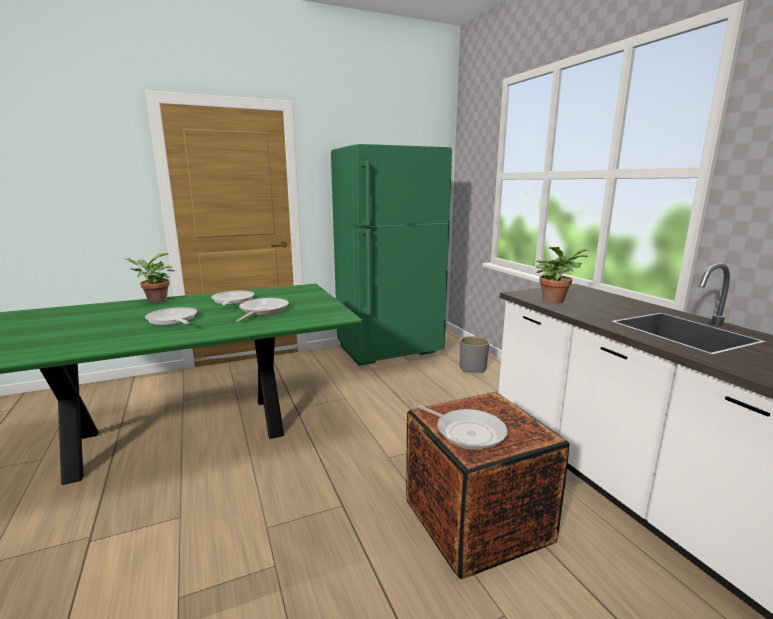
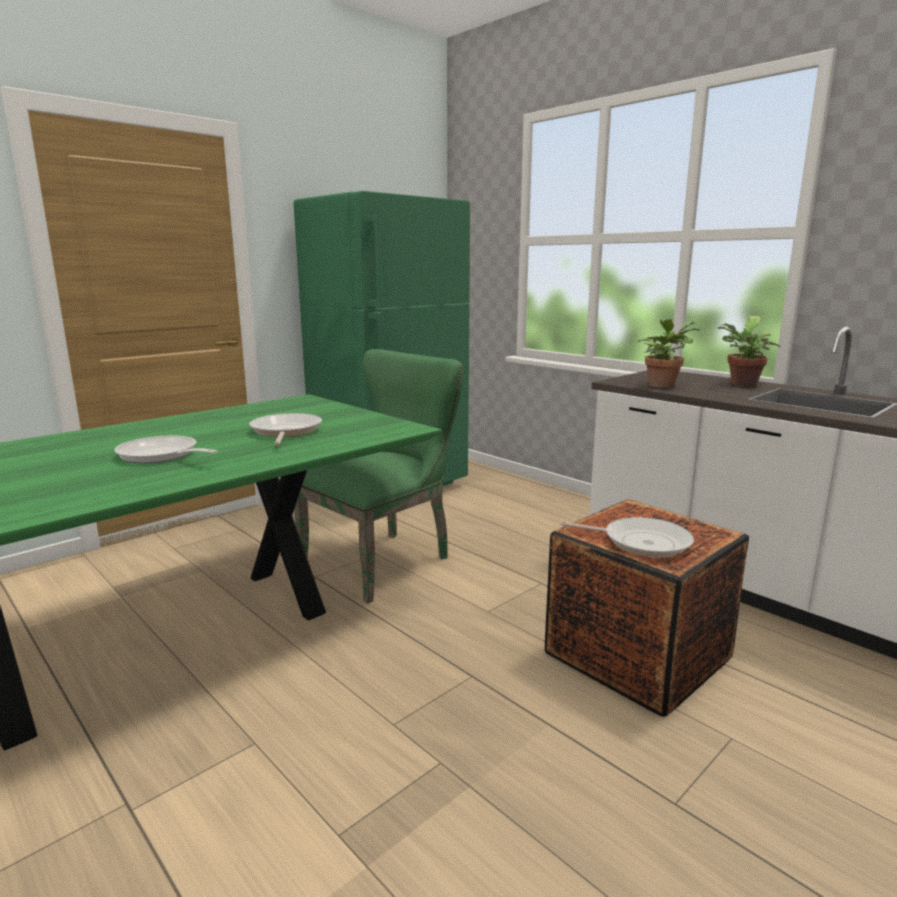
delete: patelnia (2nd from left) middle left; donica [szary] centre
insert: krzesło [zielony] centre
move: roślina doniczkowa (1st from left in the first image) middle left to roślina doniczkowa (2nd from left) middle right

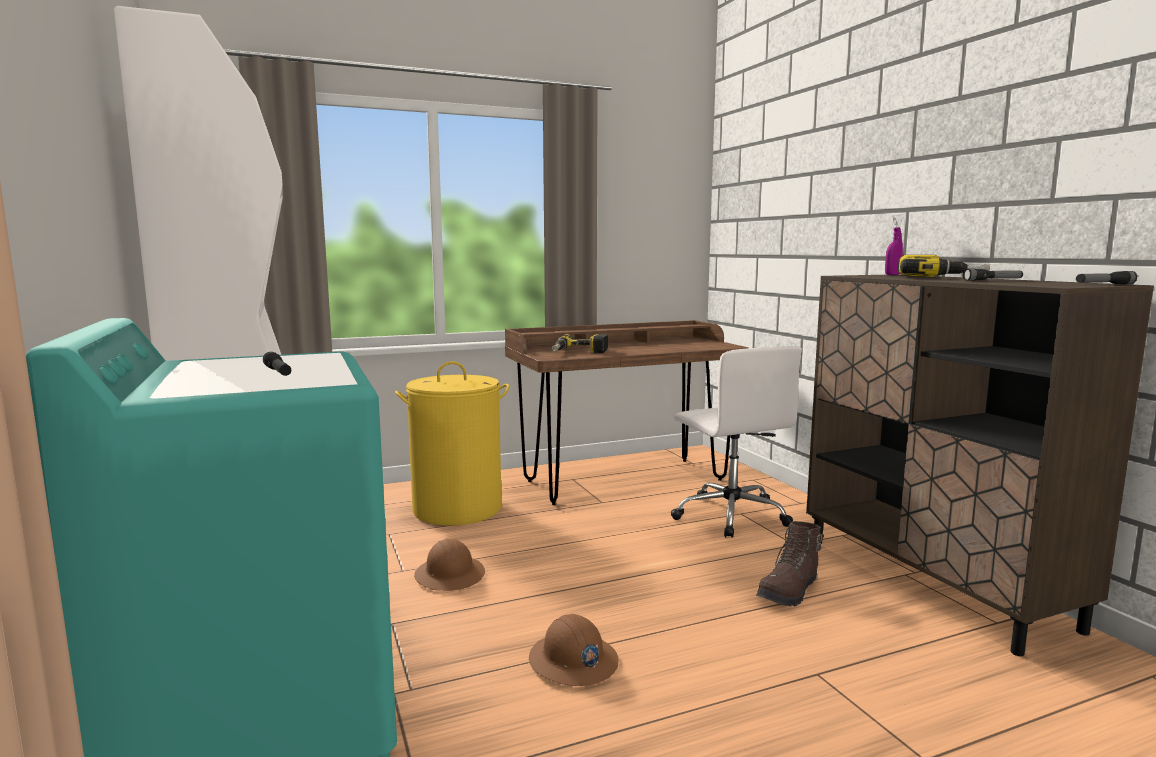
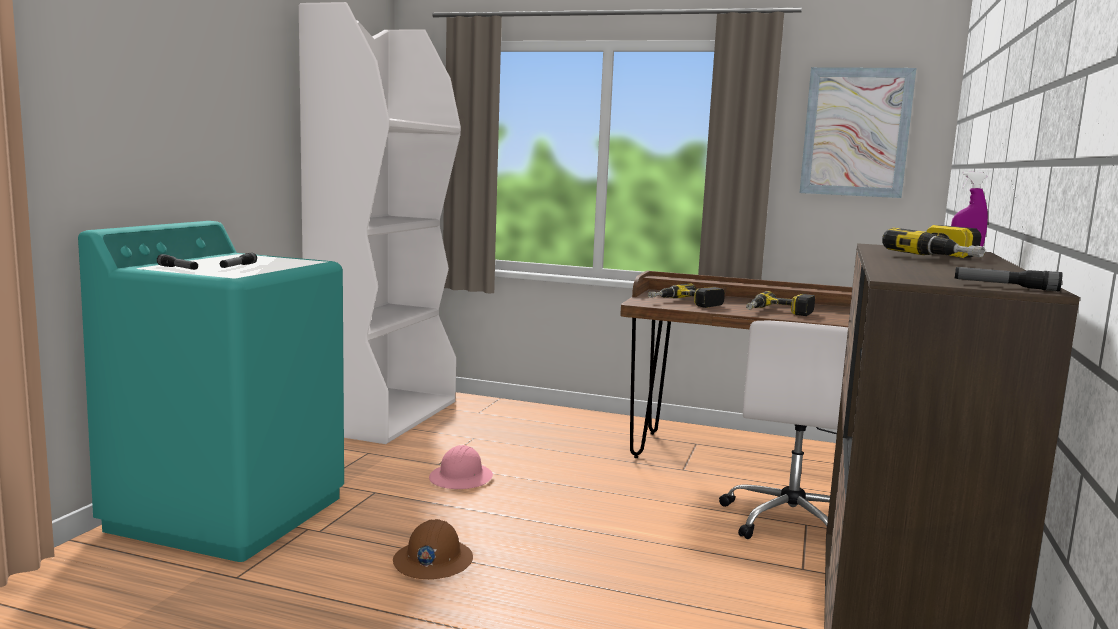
delete: kosz na pranie [żółty] centre; but z cholewką [brązowy] bottom right
insert: wiertarka (2nd from left) middle right; obraz top right
move: latarka (2nd from left in the first image) middle right to latarka (1st from left) middle left
recolor: kask [brązowy] (1st from left) bottom centre to kask [różowy] bottom centre

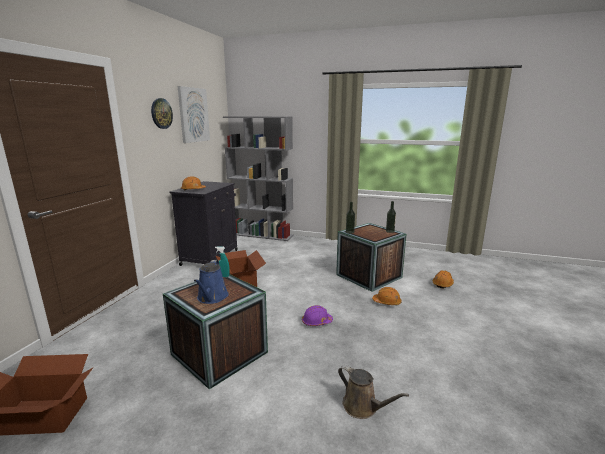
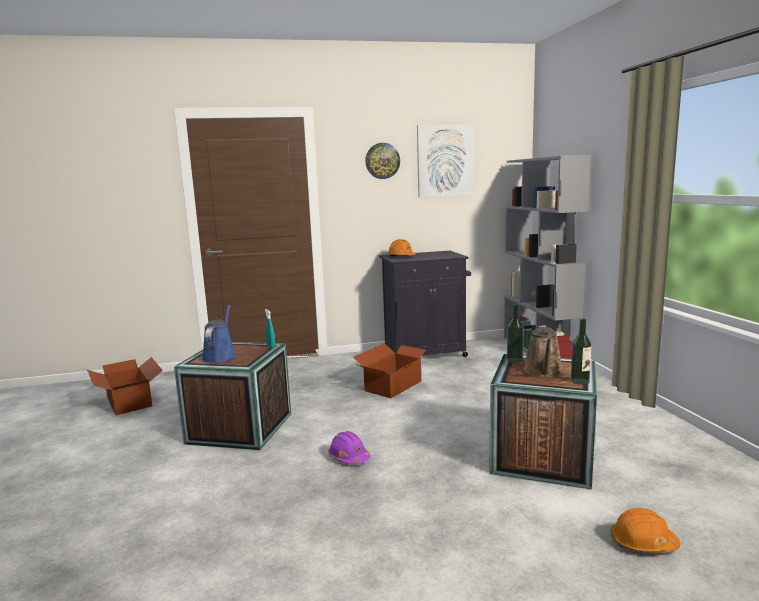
delete: kask [pomarańczowy] (2nd from left) centre
move: konewka [brązowy] bottom centre to middle right
rotate: konewka [niebieski] centre = middle left 120 degrees clockwise

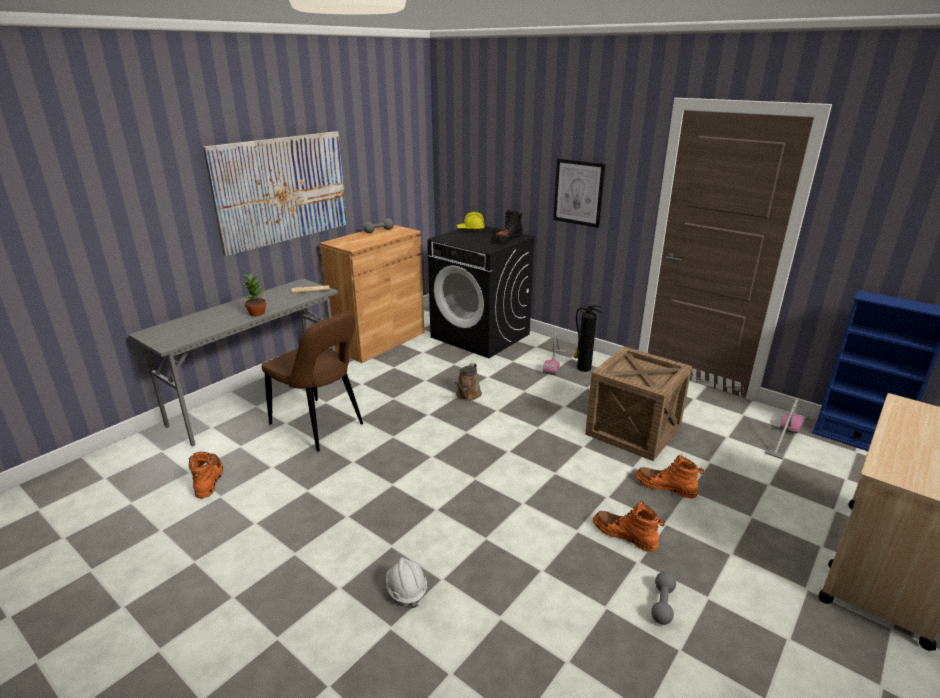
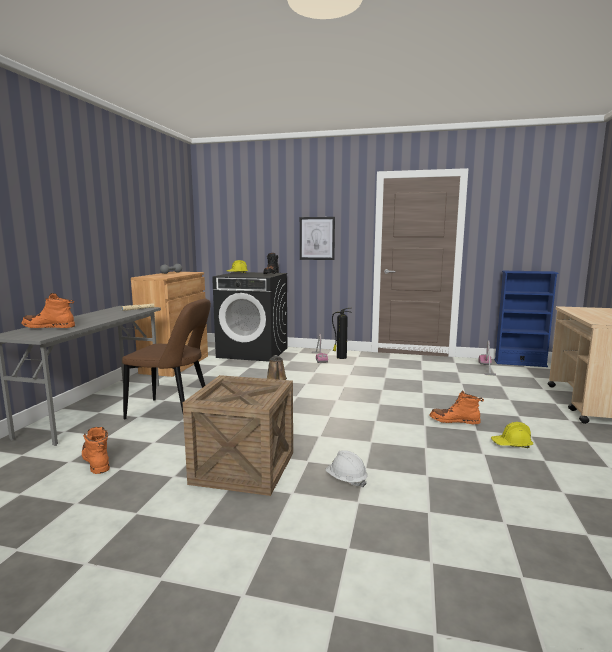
delete: obraz (1st from left) top left; roślina doniczkowa middle left
move: skrzynka middle right to bottom centre; but z cholewką [pomarańczowy] (3rd from left in the first image) bottom right to but z cholewką [pomarańczowy] (1st from left) middle left
replace: hantel [szary] (2nd from left) bottom right to kask [żółty] (2nd from left) bottom right

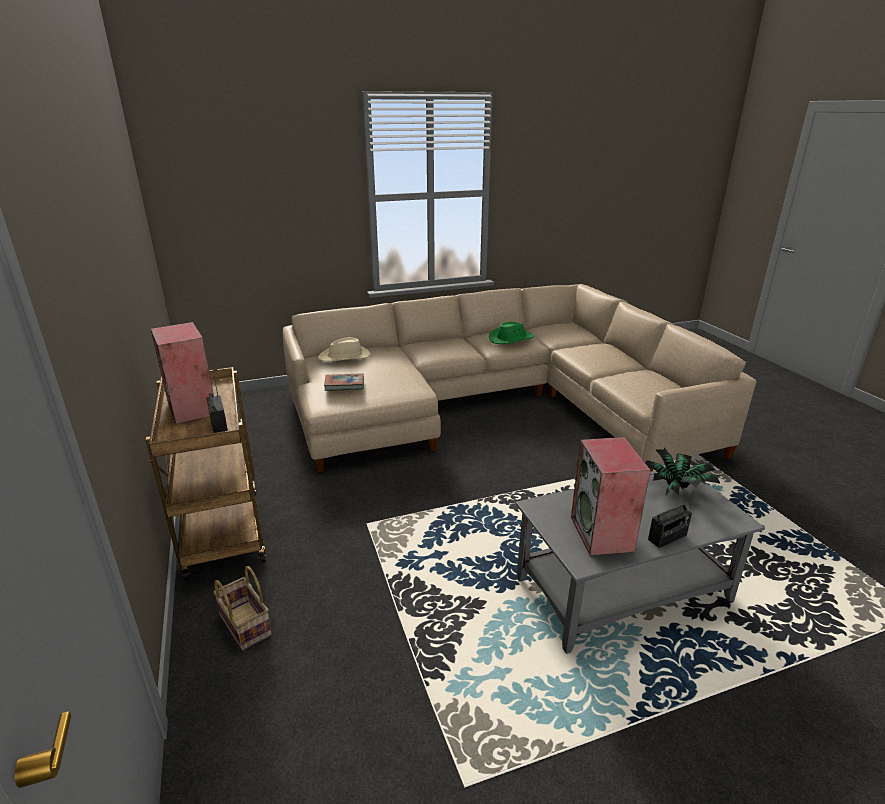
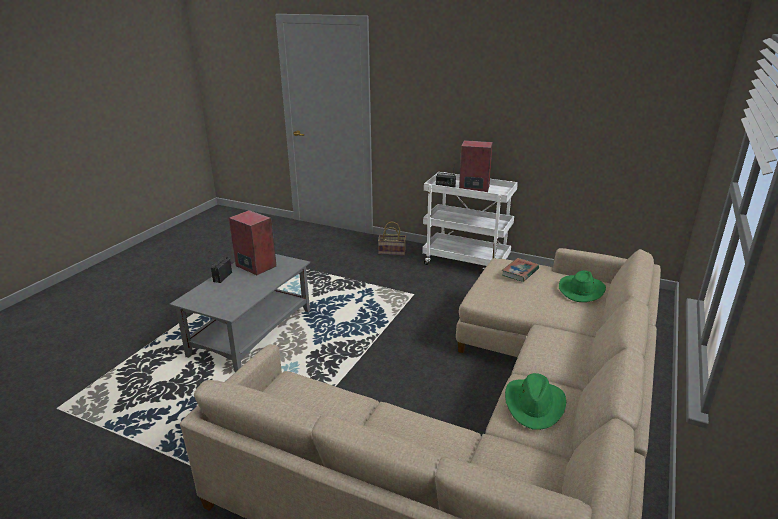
delete: roślina doniczkowa middle right
recolor: wózek [brązowy] middle left to wózek [biały] centre; kapelusz [beżowy] centre to kapelusz [zielony] (2nd from left) middle right

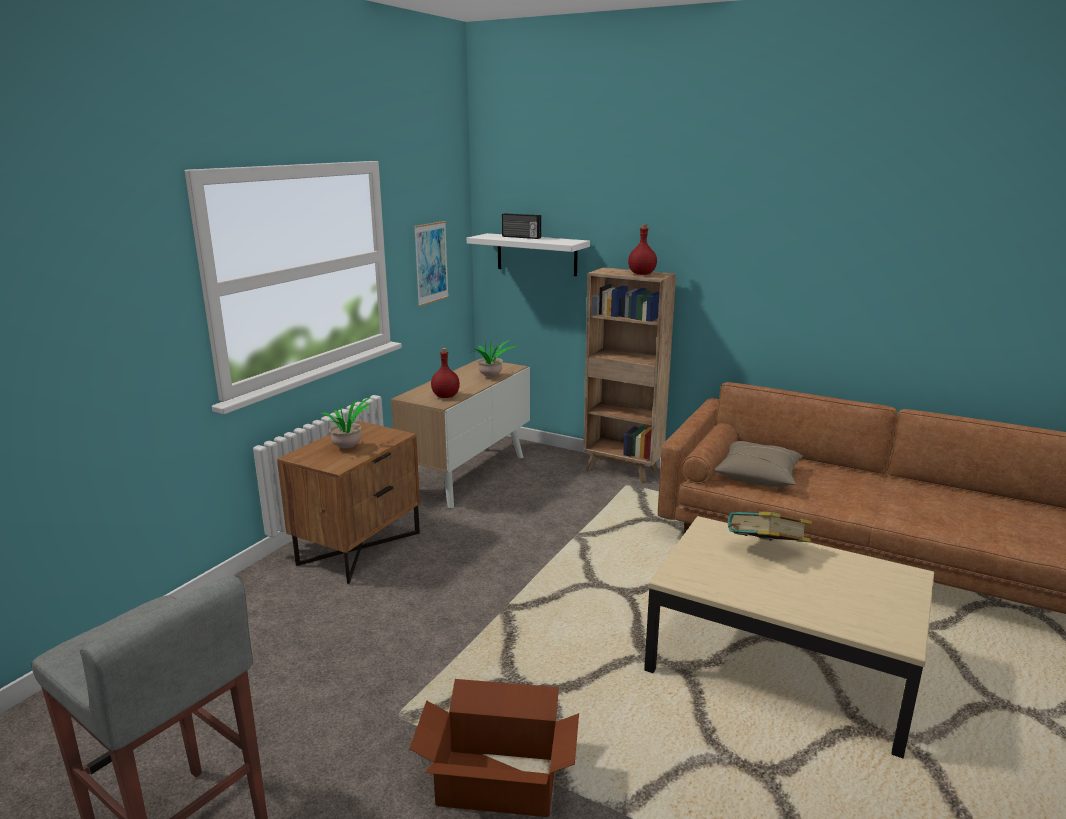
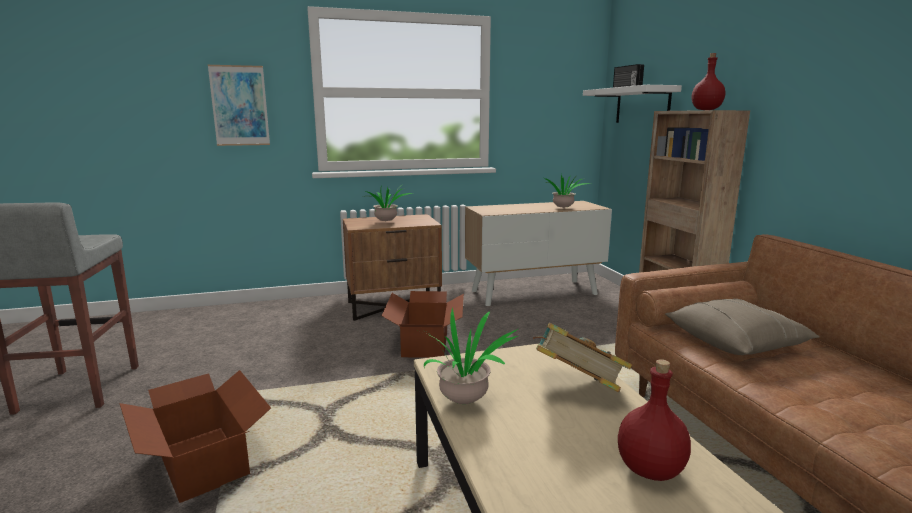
insert: karton (2nd from left) centre; roślina doniczkowa (2nd from left) bottom centre
move: obraz top centre to top left; butelka [czerwony] (1st from left) centre to bottom right

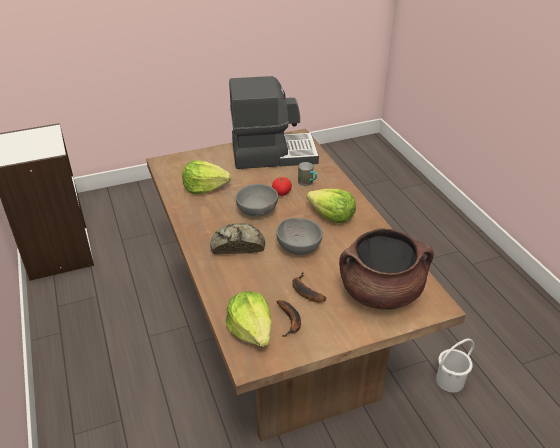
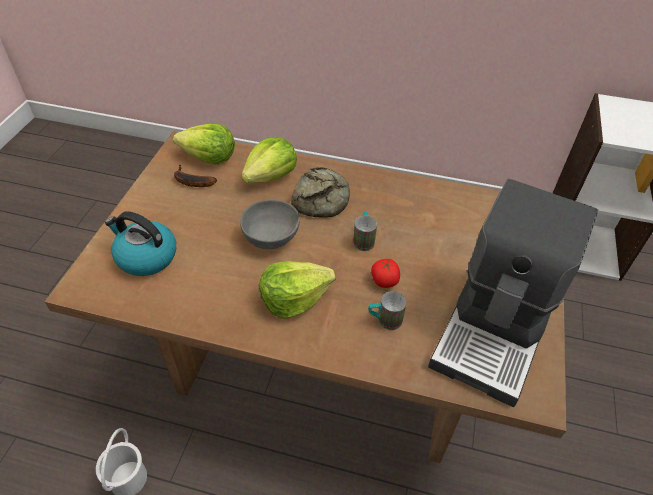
delete: banan (2nd from left) centre
move: sałata (1st from left in the first image) centre to sałata (2nd from left) top centre
replace: miska [szary] (1st from left) centre to kubek (1st from left) centre; garnek [brązowy] middle right to czajnik middle left

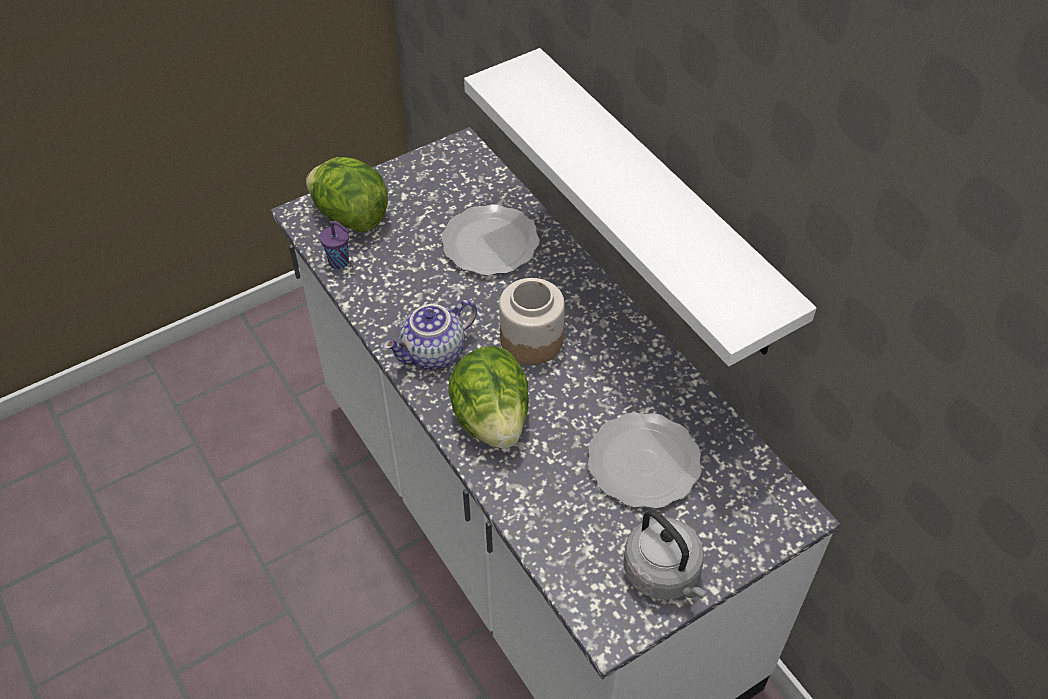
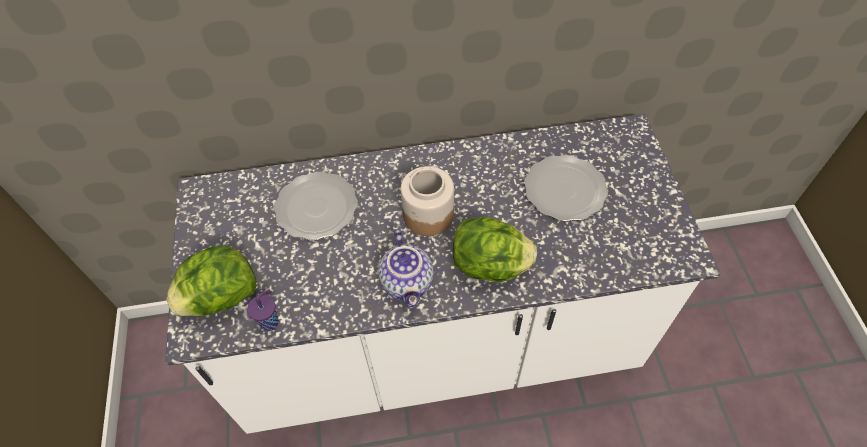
delete: półka [biały] top centre; czajnik [szary] bottom centre

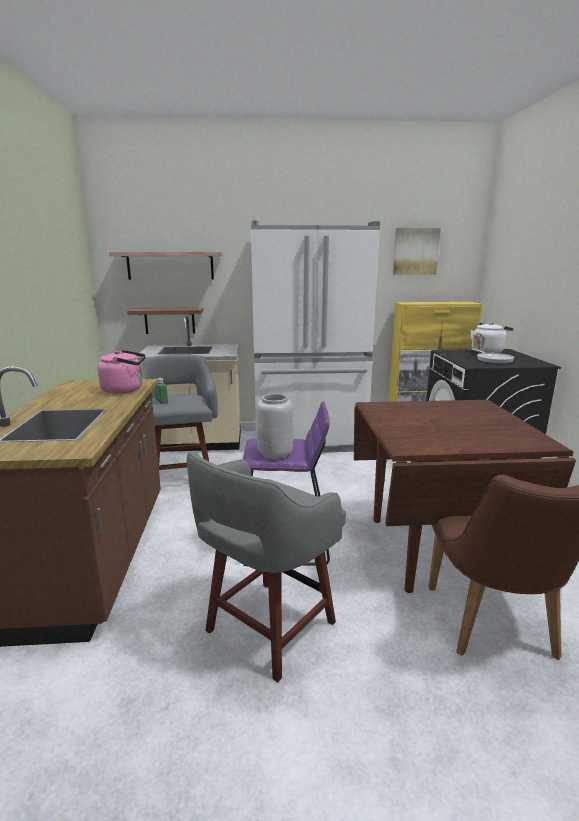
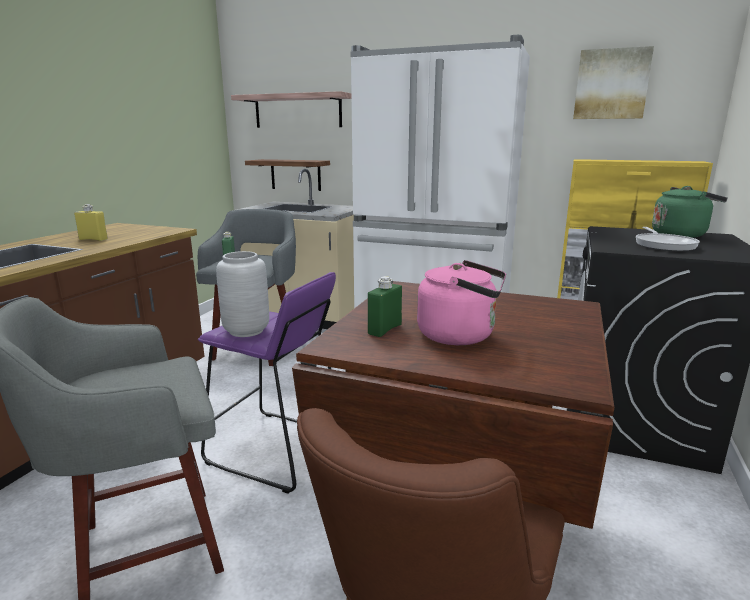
insert: butelka [żółty] middle left; butelka [zielony] (2nd from left) centre
move: czajnik [różowy] middle left to centre
recolor: czajnik [biały] middle right to czajnik [zielony] middle right

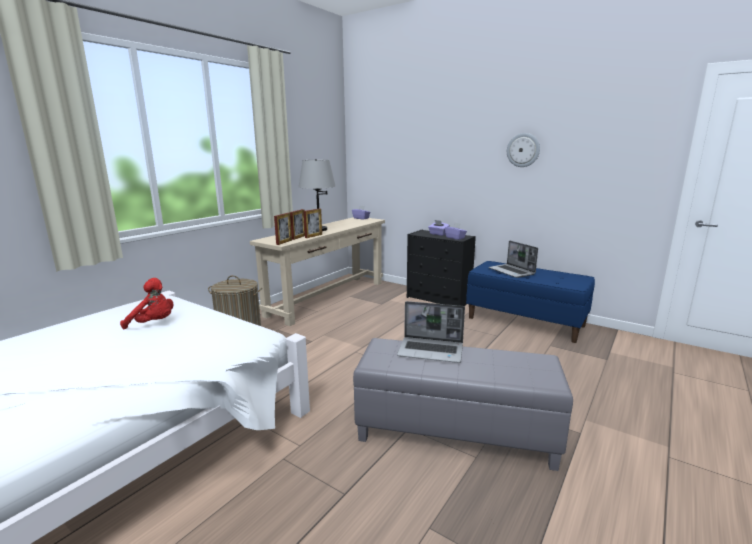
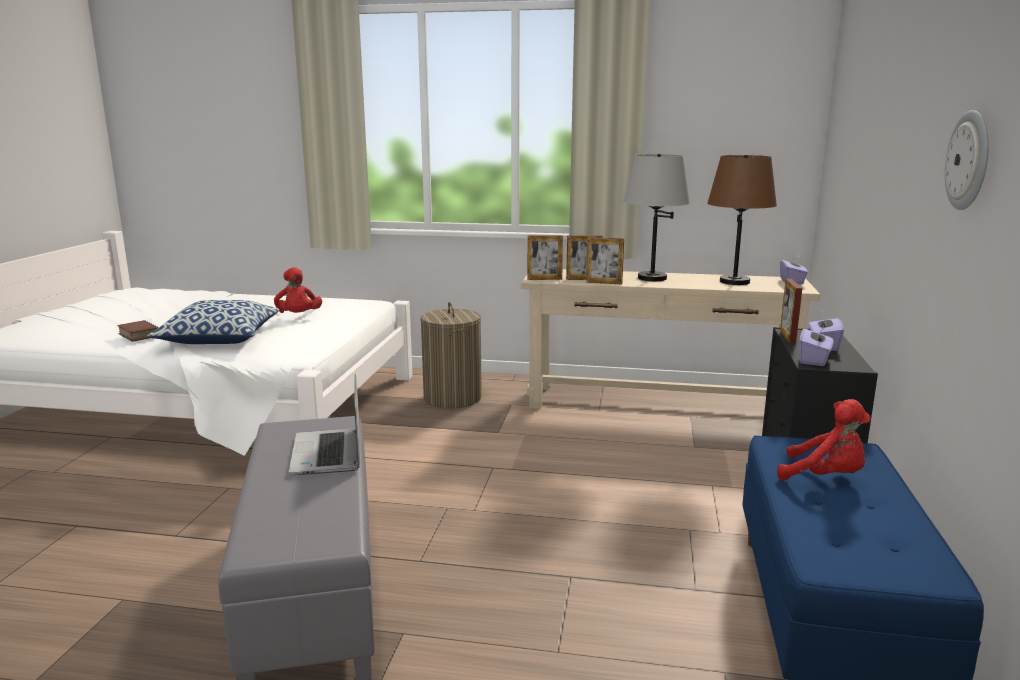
insert: książka middle left; poduszka middle left; lampa stołowa [brązowy] top right; ramka na zdjęcie (4th from left) middle right
replace: laptop (2nd from left) middle right to pluszak [czerwony] (2nd from left) middle right

